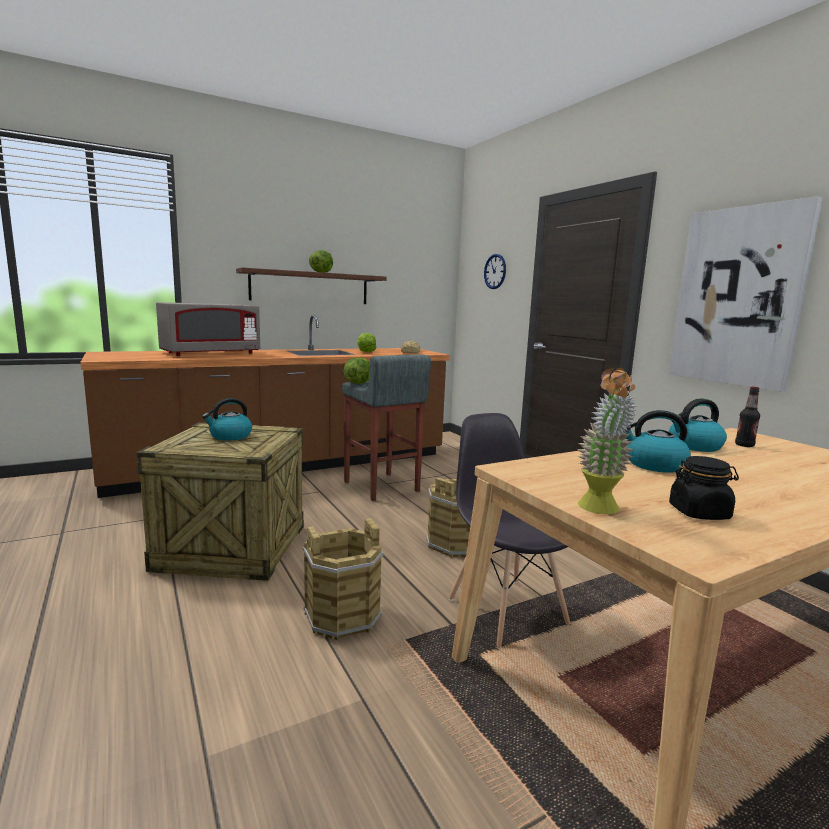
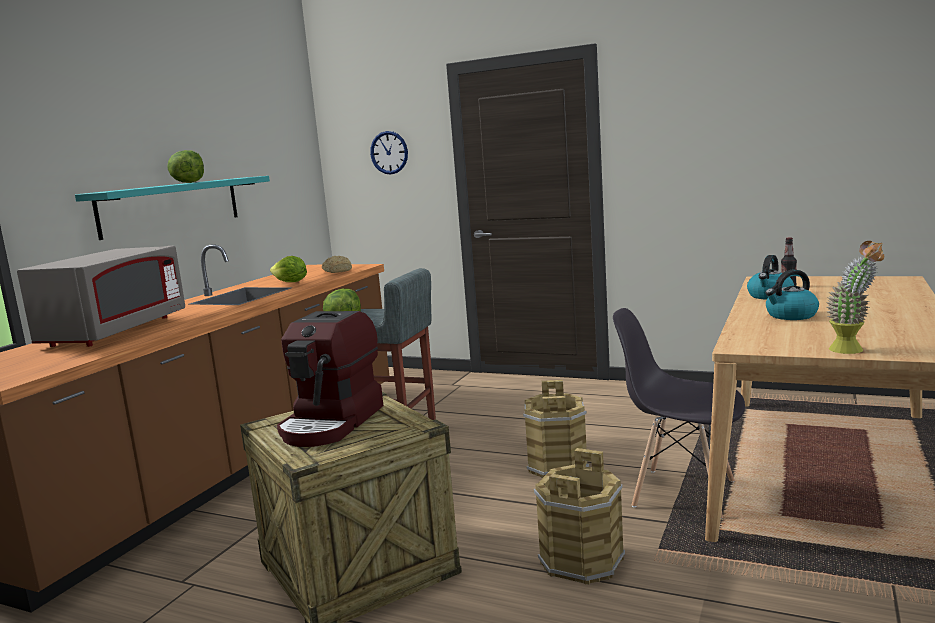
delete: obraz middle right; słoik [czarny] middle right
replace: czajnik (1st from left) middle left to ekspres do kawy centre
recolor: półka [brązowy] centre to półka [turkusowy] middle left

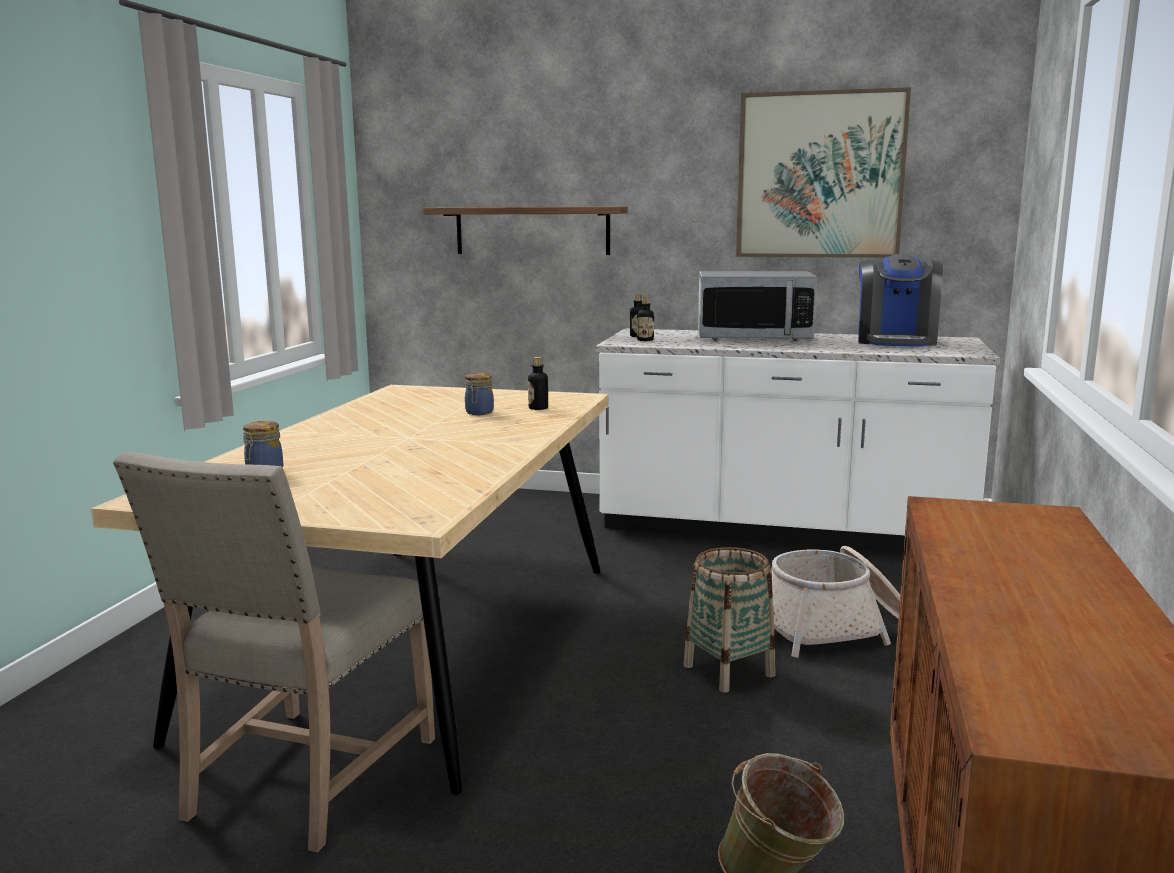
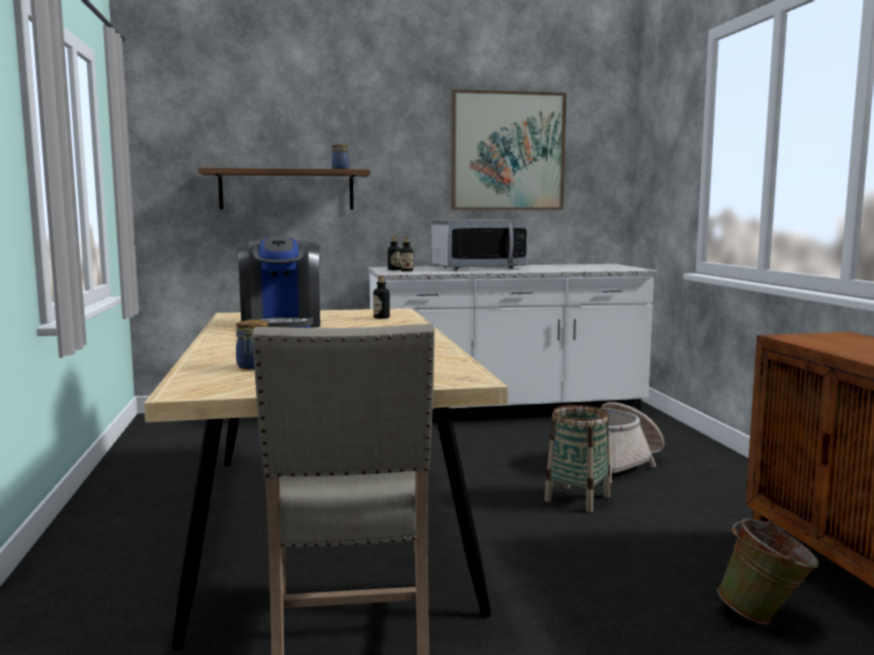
move: słoik (2nd from left) centre to top centre; ekspres do kawy middle right to middle left

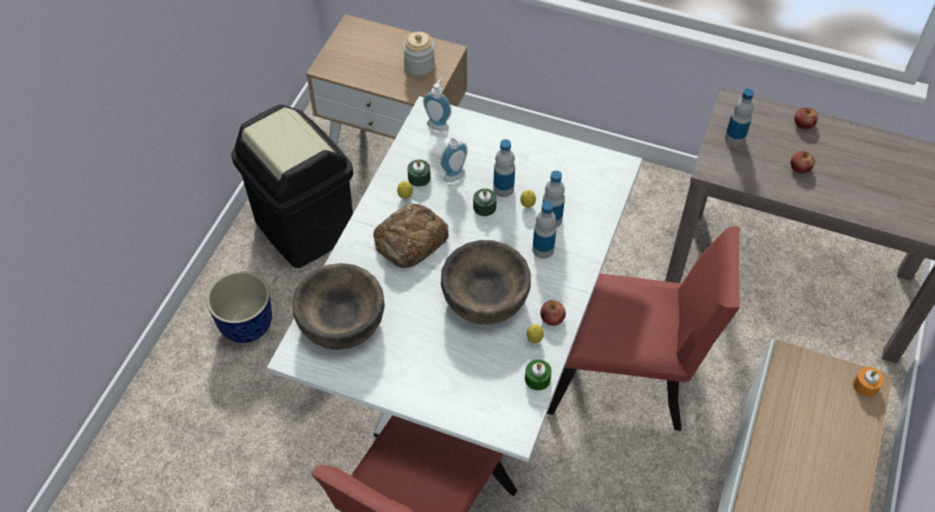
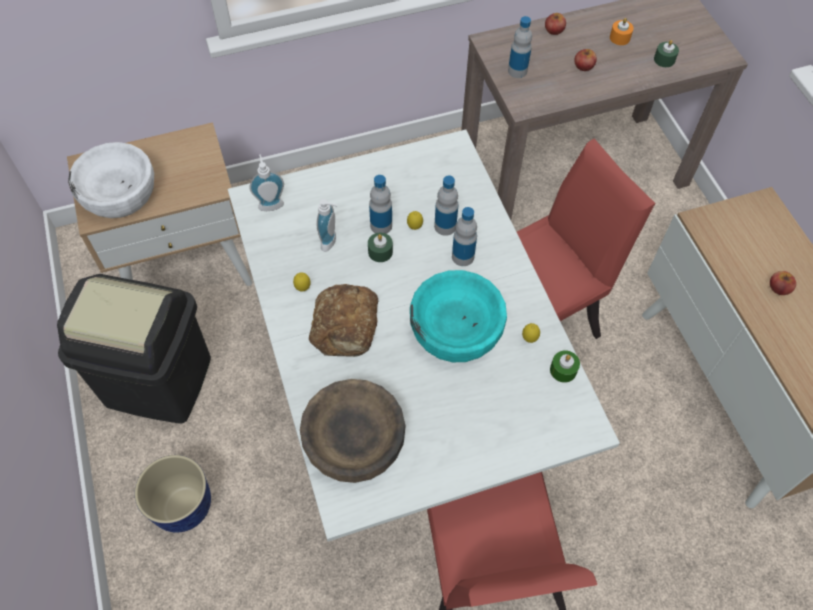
delete: słoik top centre
insert: miska [biały] top left
move: świeca [zielony] (1st from left in the first image) centre to świeca [zielony] (3rd from left) top right; jabłko (1st from left in the first image) centre to jabłko (3rd from left) middle right; świeca [pomarańczowy] bottom right to top right
recolor: miska [brązowy] (2nd from left) centre to miska [turkusowy] centre

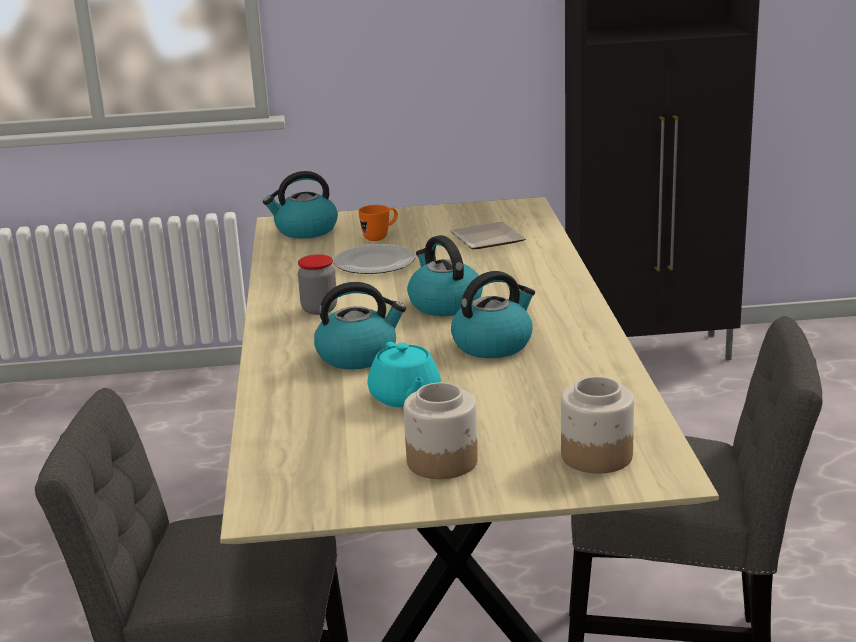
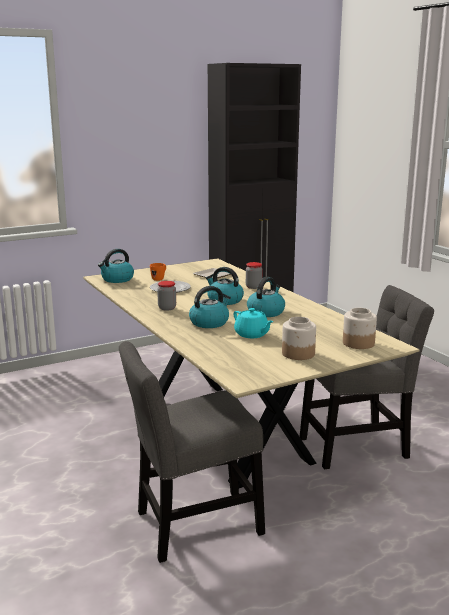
insert: słoik (2nd from left) centre

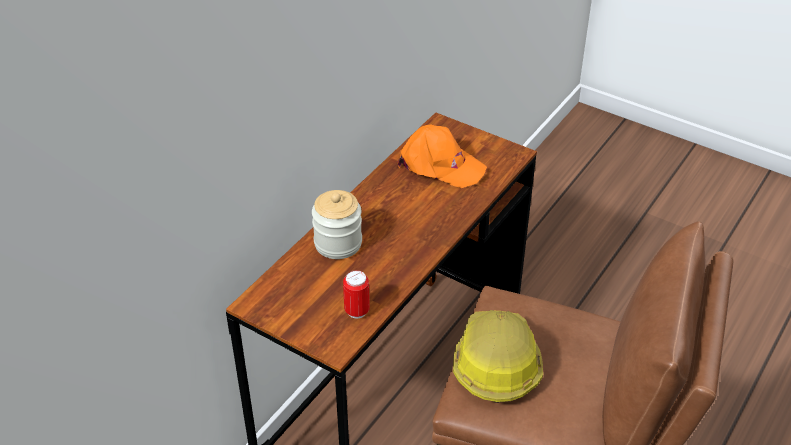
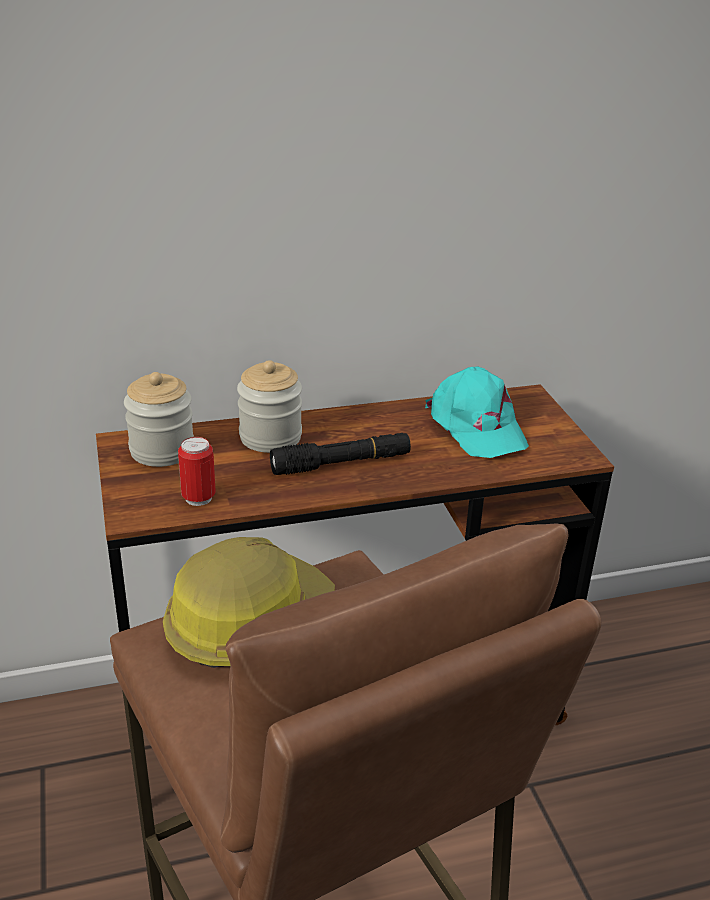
insert: słoik (1st from left) middle left; latarka [czarny] centre
recolor: czapka z daszkiem [pomarańczowy] centre to czapka z daszkiem [turkusowy] middle right

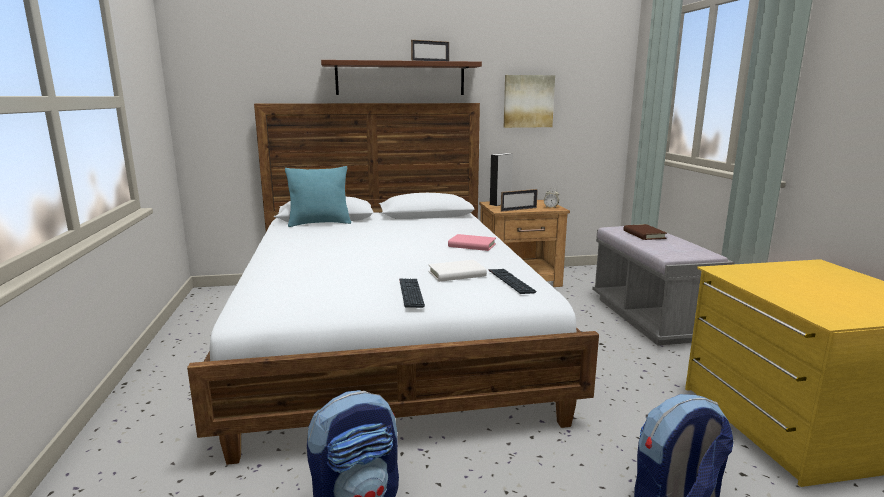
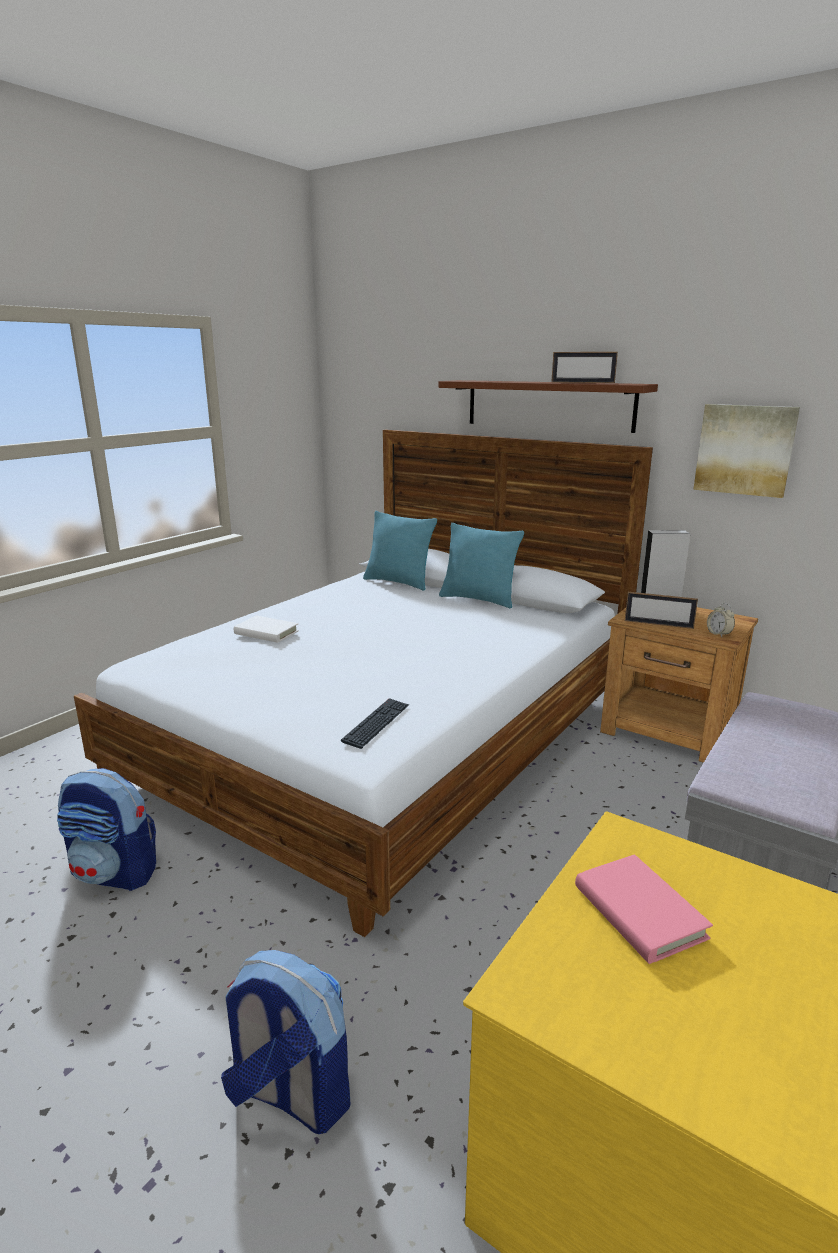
delete: klawiatura (1st from left) centre; książka [brązowy] middle right
insert: poduszka [turkusowy] (2nd from left) centre
move: książka [biały] centre to middle left; książka [różowy] centre to bottom right

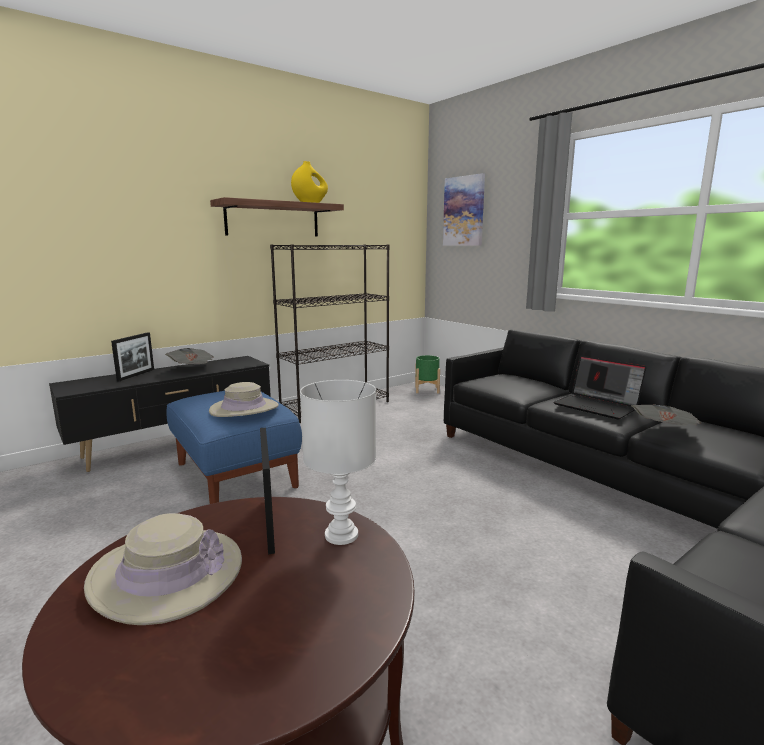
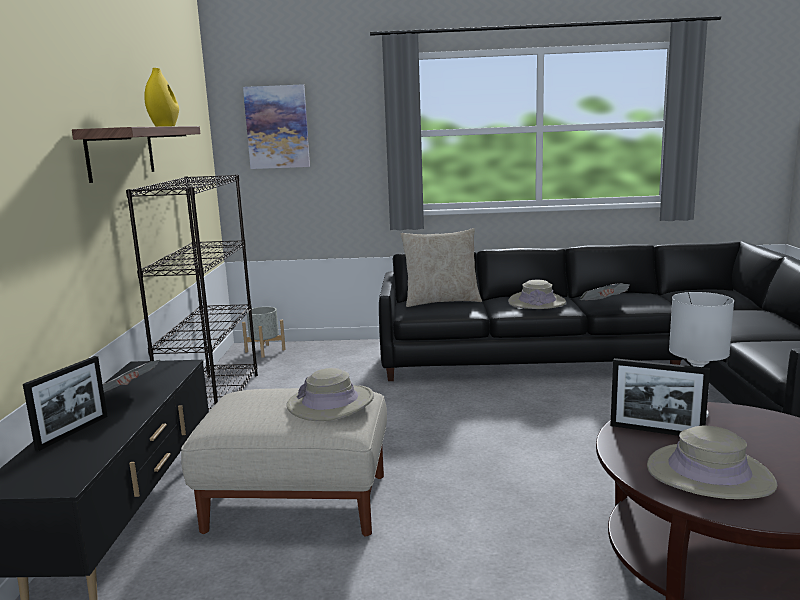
insert: poduszka [beżowy] centre
replace: laptop middle right to kapelusz [beżowy] (2nd from left) middle right
recolor: pufa [niebieski] middle left to pufa [beżowy] bottom centre; donica [zielony] centre to donica [szary] middle left
rotate: ramka na zdjęcie (1st from left) middle left = bottom left 60 degrees clockwise

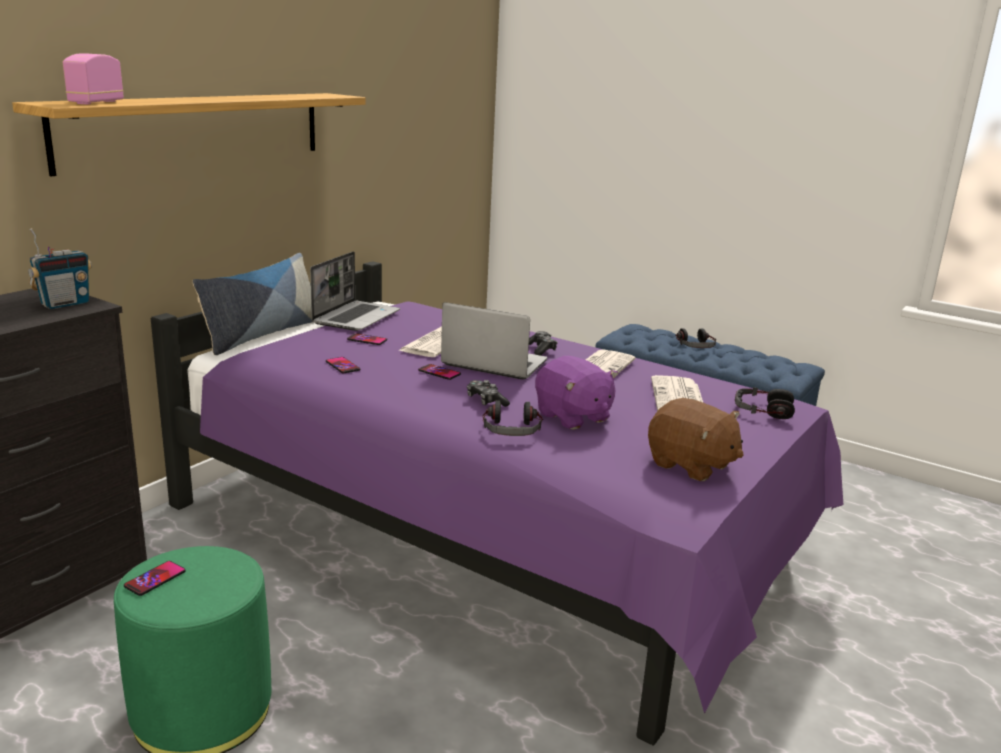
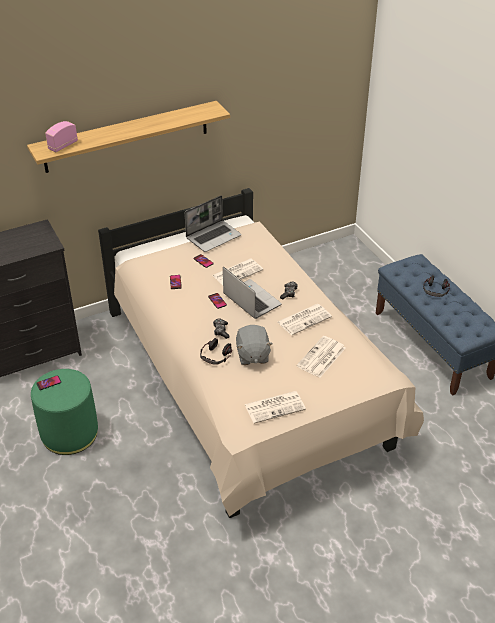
delete: radio (1st from left) middle left; poduszka middle left; słuchawki (3rd from left) middle right
replace: pluszak [brązowy] middle right to gazeta (2nd from left) centre
recolor: łóżko [fioletowy] bottom centre to łóżko [beżowy] centre; pluszak [fioletowy] centre to pluszak [szary] centre

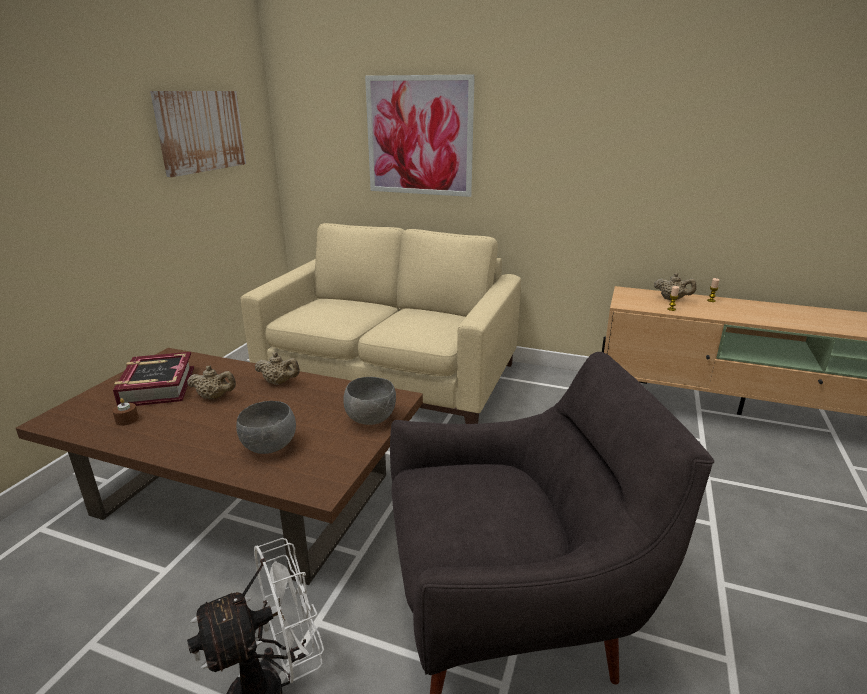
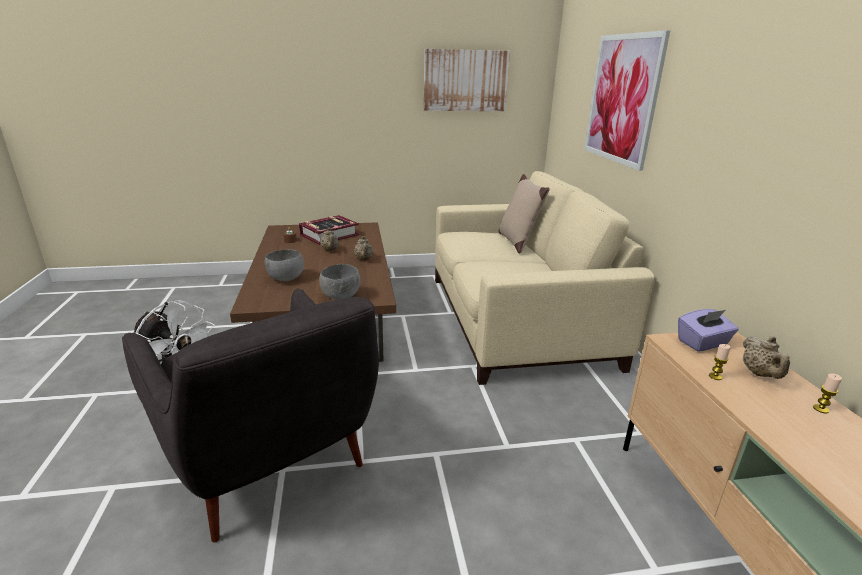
insert: poduszka [beżowy] centre; pudełko chusteczek [fioletowy] middle right

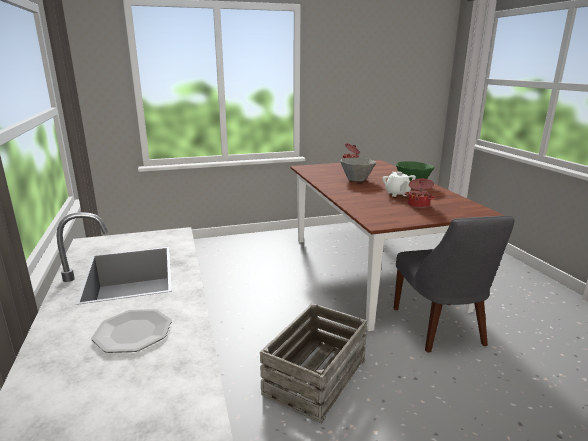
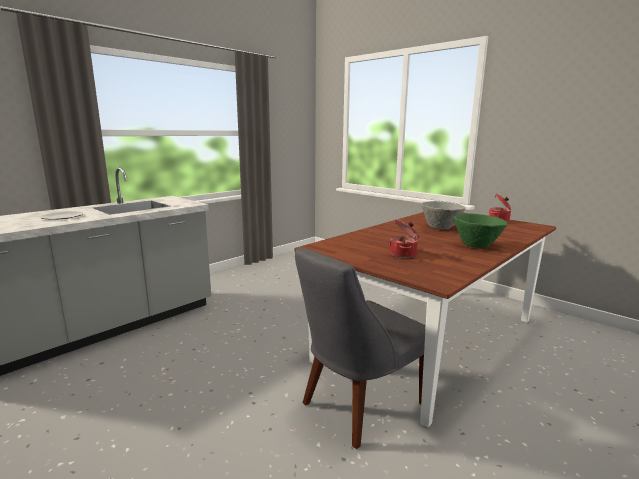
delete: skrzynka bottom centre; imbryk [biały] middle right

